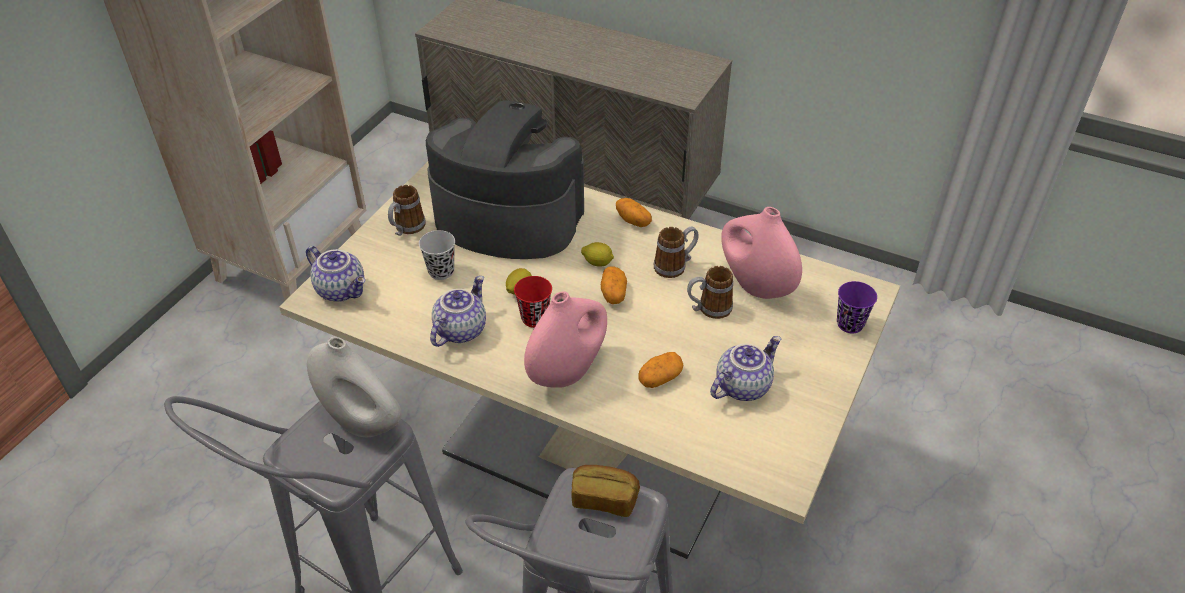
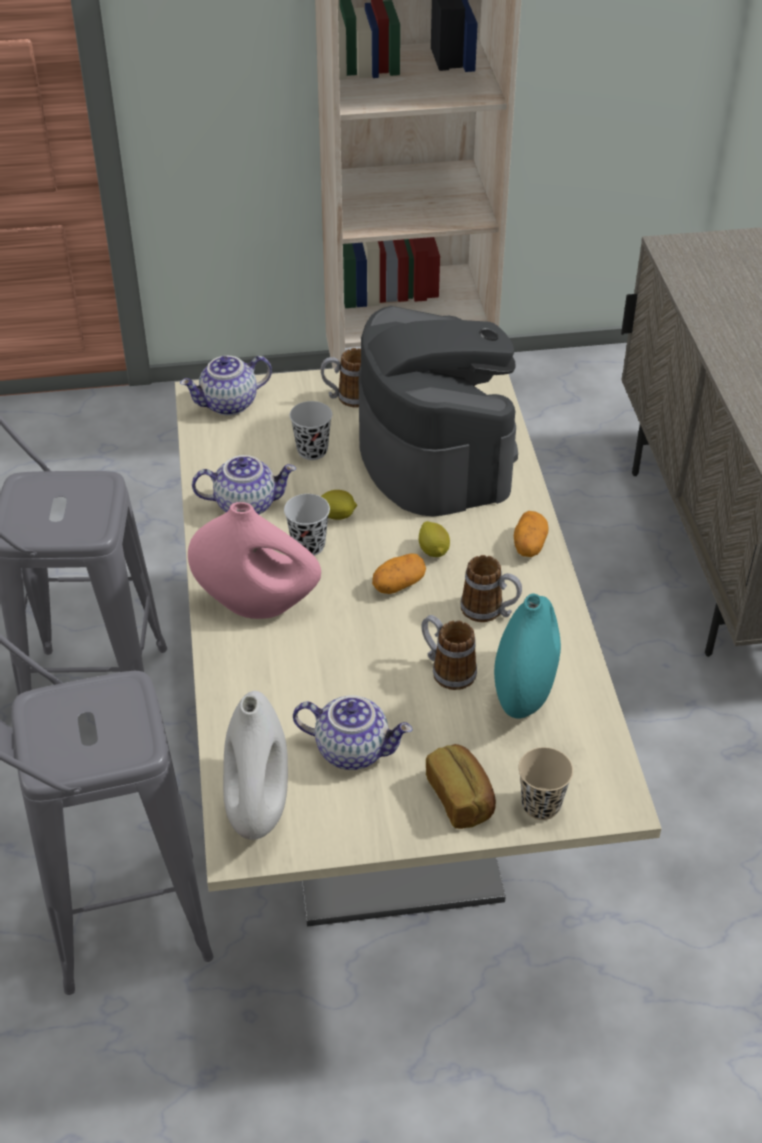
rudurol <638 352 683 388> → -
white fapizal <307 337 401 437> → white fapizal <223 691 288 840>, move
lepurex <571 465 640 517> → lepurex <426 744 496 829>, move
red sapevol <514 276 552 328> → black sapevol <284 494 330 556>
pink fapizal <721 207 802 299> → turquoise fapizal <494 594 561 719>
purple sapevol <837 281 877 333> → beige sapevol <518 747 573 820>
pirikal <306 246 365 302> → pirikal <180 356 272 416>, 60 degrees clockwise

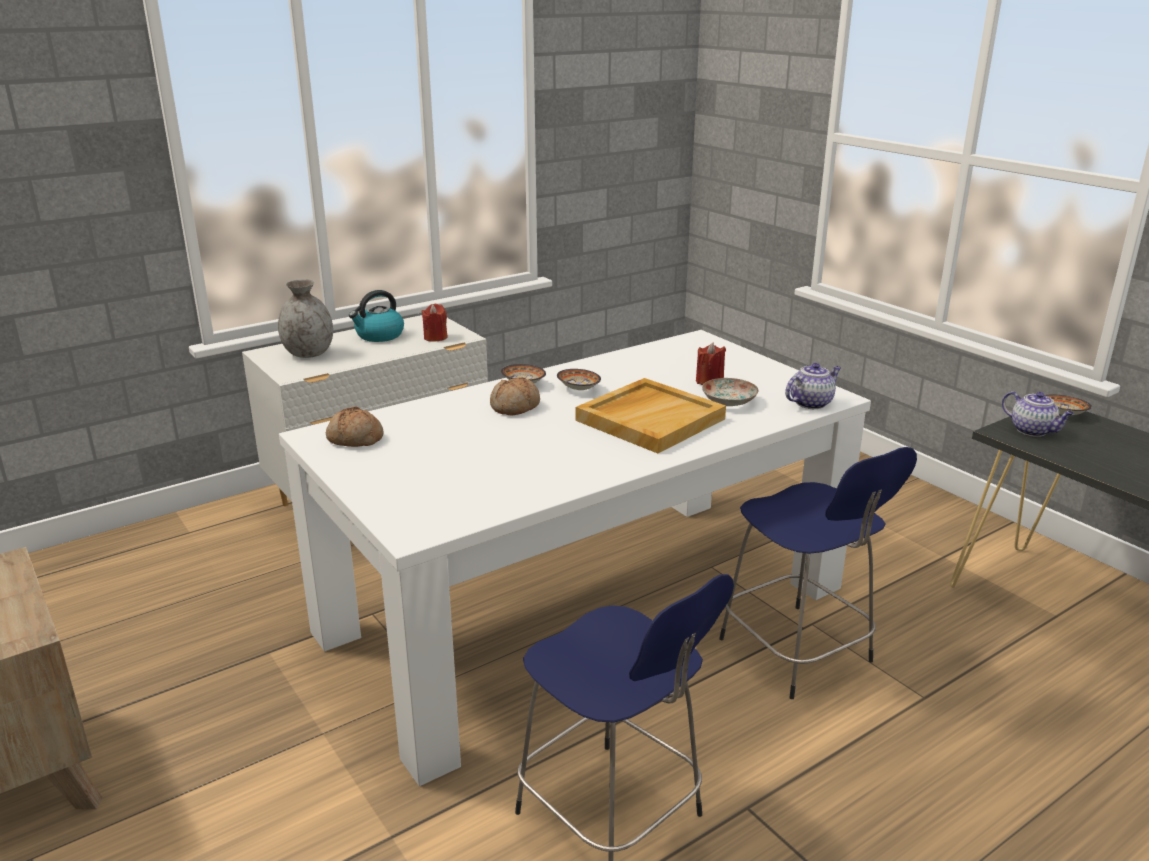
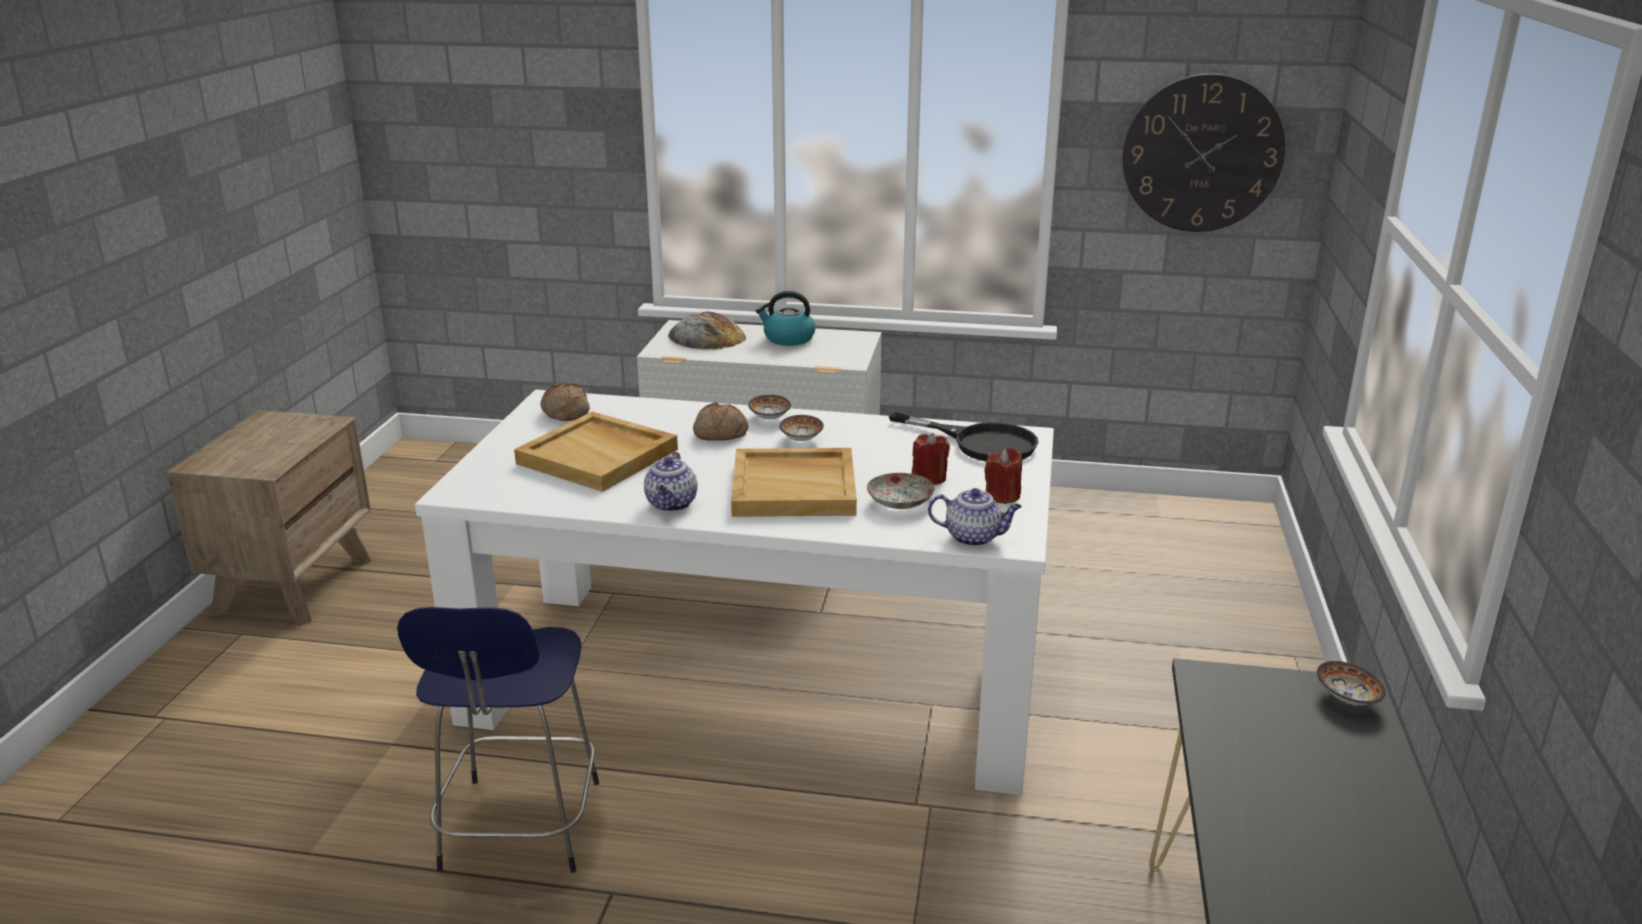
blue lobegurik <719 447 917 699> → -
- → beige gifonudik <514 411 678 492>
- → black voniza <889 412 1038 461>
- → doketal <1123 74 1285 232>
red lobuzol <421 304 448 342> → red lobuzol <984 448 1022 504>, move
pirikal <1002 391 1074 437> → pirikal <644 452 698 512>, move
grey fapizal <278 279 333 358> → lepurex <668 312 746 349>

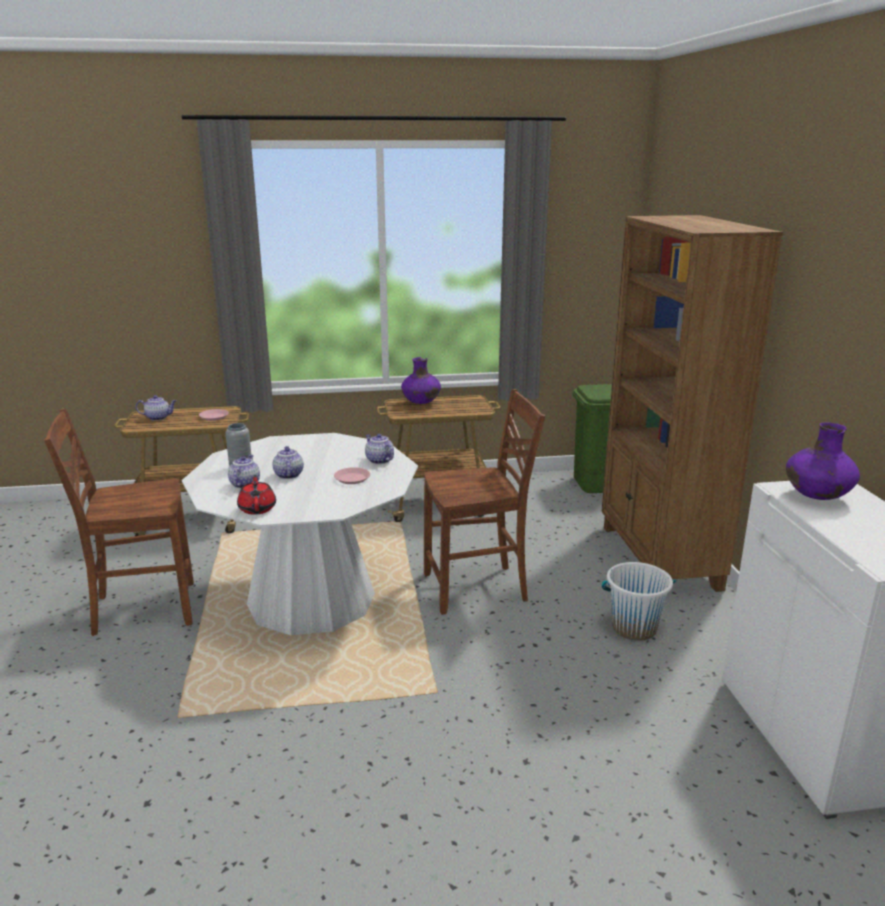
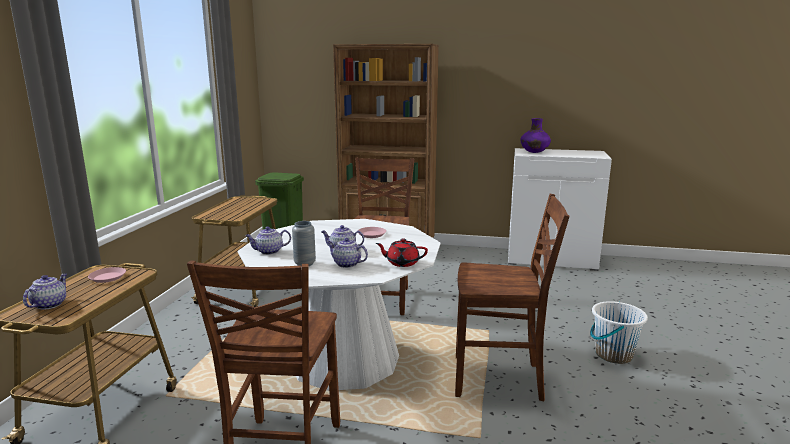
purple fapizal <401 357 441 404> → -
- → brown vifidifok <455 194 570 401>
pirikal <365 434 394 464> → pirikal <245 226 291 255>, move
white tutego <602 562 676 641> → white tutego <590 301 648 364>, move

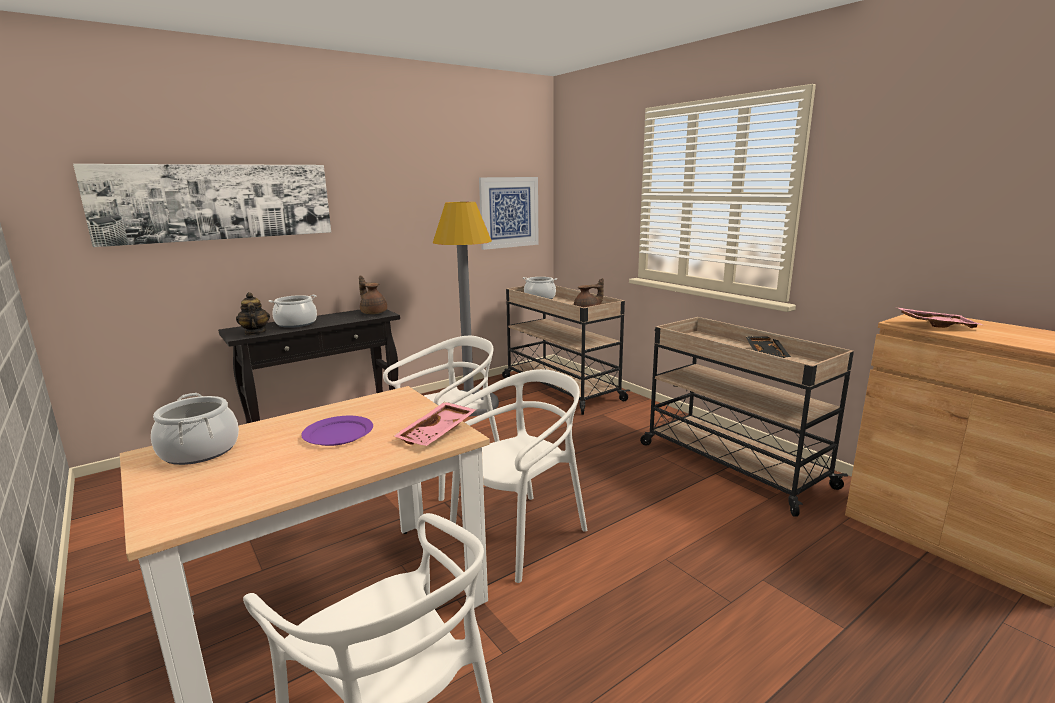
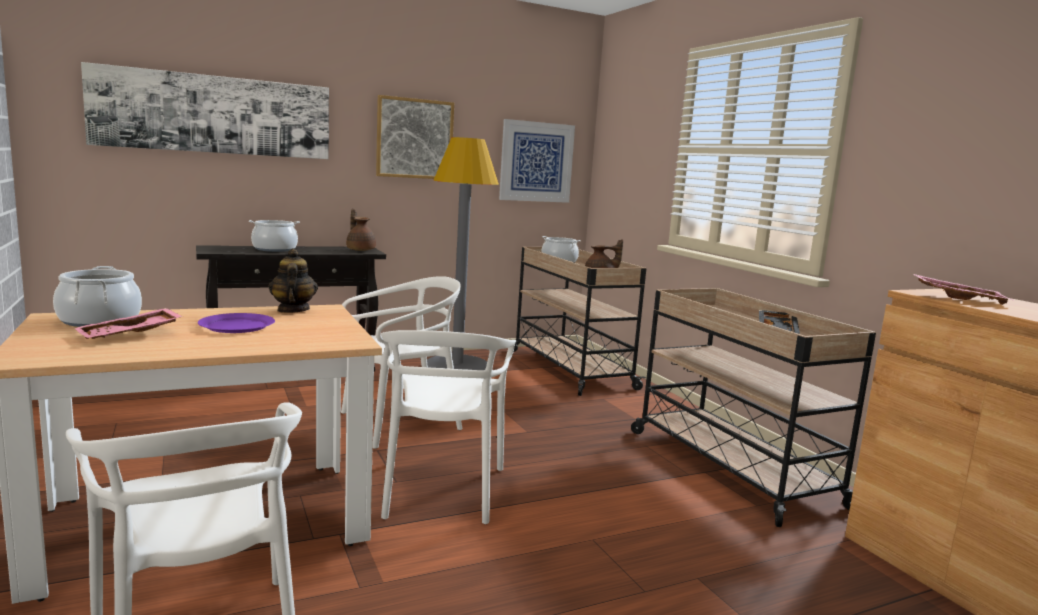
- → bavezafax <376 95 454 179>
pirikal <236 292 270 335> → pirikal <269 248 318 313>, move
pink gifonudik <394 402 476 446> → pink gifonudik <74 308 183 339>, move
white vifidifok <450 369 587 583> → white vifidifok <381 330 516 524>, 120 degrees clockwise

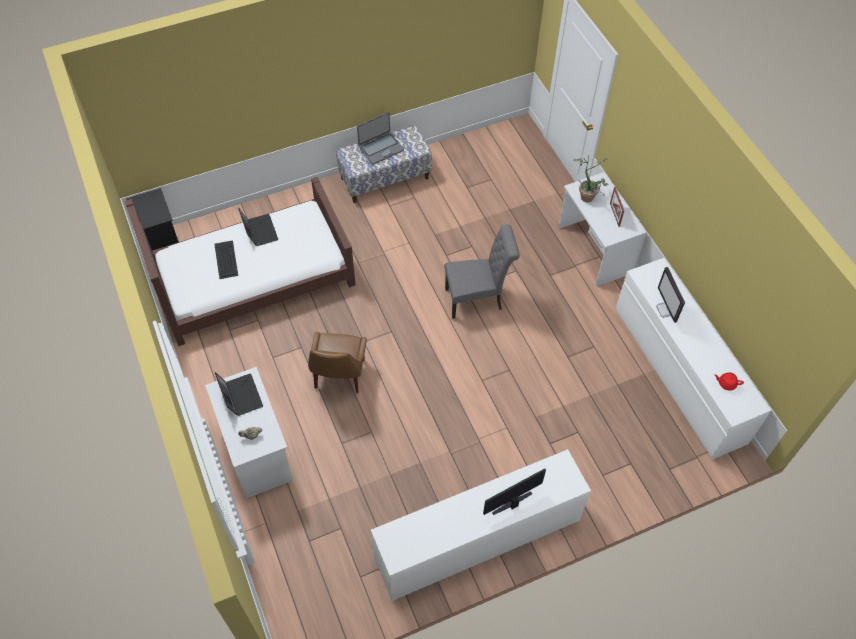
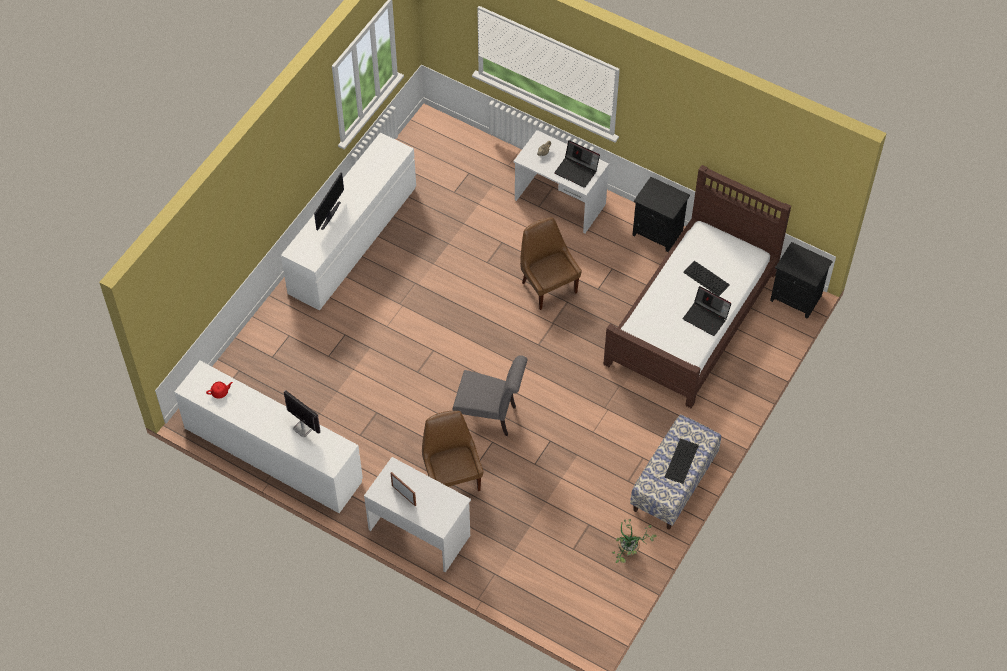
- → brown vifidifok <422 411 483 491>
- → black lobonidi <632 177 690 252>
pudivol <573 155 609 203> → pudivol <612 519 657 563>, move
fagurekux <357 112 404 165> → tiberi <665 439 699 484>
grey vifidifok <444 224 520 319> → grey vifidifok <453 355 527 436>, 120 degrees counterclockwise

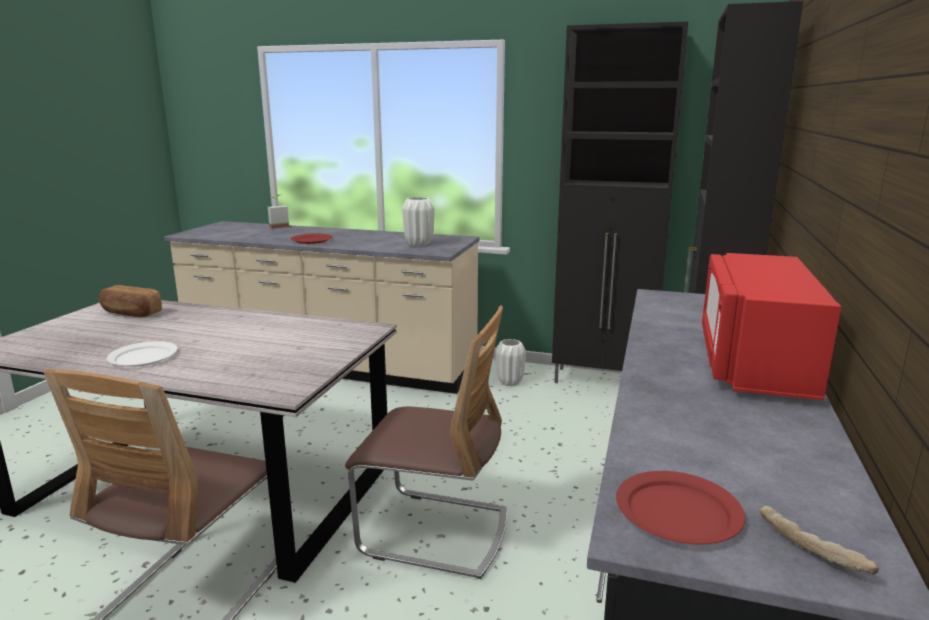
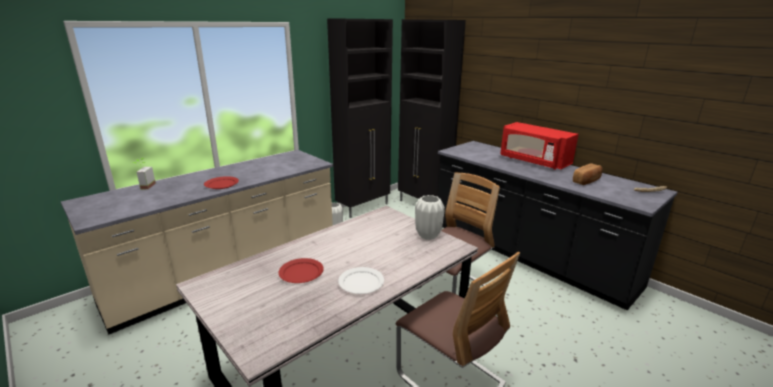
lepurex <99 285 162 317> → lepurex <573 163 603 185>, move
white fapizal <402 197 435 246> → white fapizal <415 195 445 240>, move
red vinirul <616 471 745 545> → red vinirul <278 258 324 283>, move

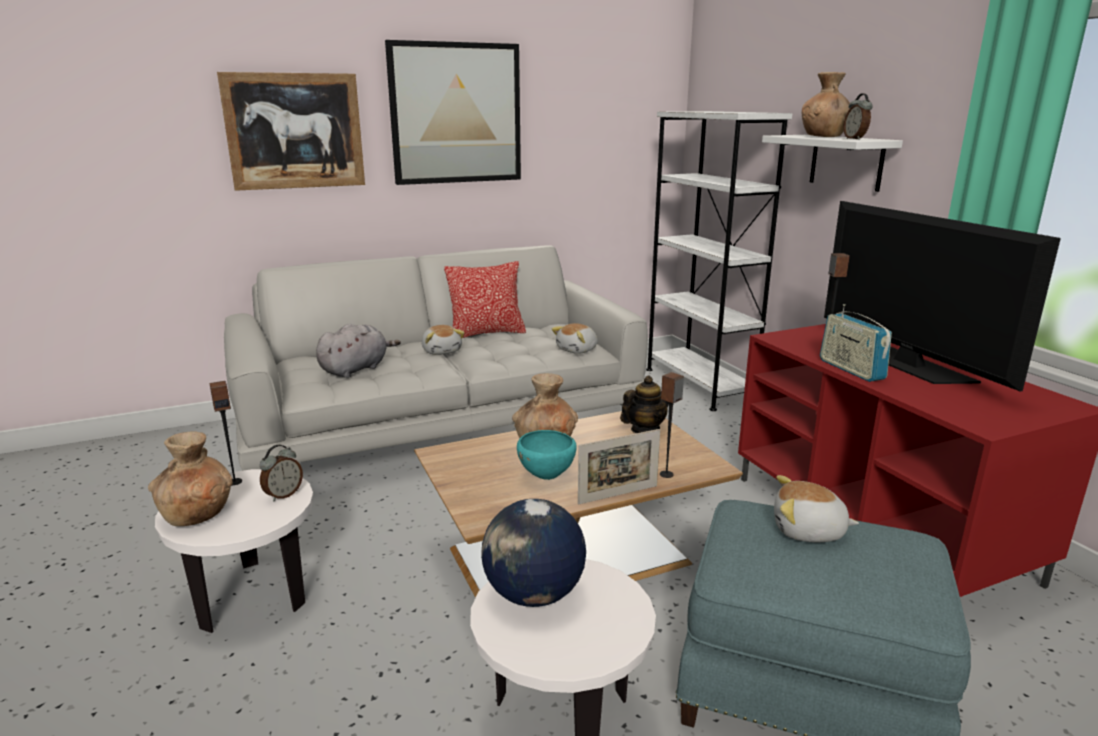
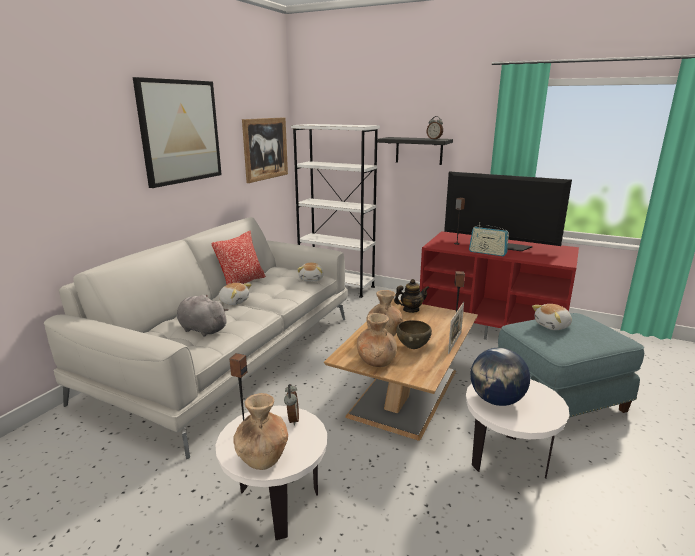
bavezafax <217 72 365 191> → bavezafax <242 117 288 183>, move
brown fapizal <802 72 850 137> → brown fapizal <357 313 397 367>, move
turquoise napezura <517 430 577 480> → brown napezura <396 320 432 349>
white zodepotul <762 135 903 192> → black zodepotul <377 137 453 165>
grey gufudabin <316 324 401 378> → grey gufudabin <177 295 229 337>, 60 degrees counterclockwise
pirikal <620 376 669 433> → pirikal <394 279 429 313>, 60 degrees clockwise

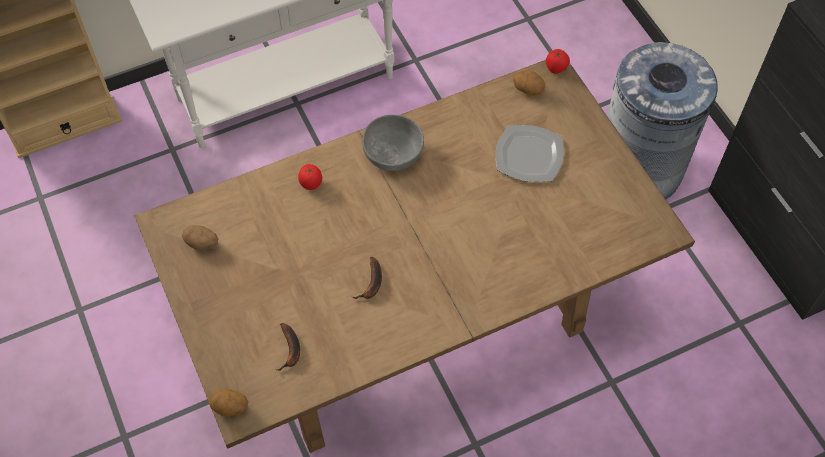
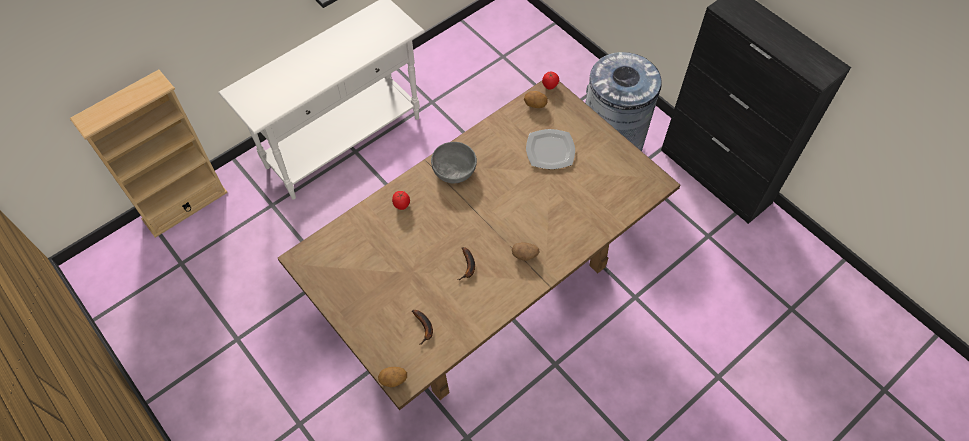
rudurol <182 225 218 251> → rudurol <512 242 540 261>, move

